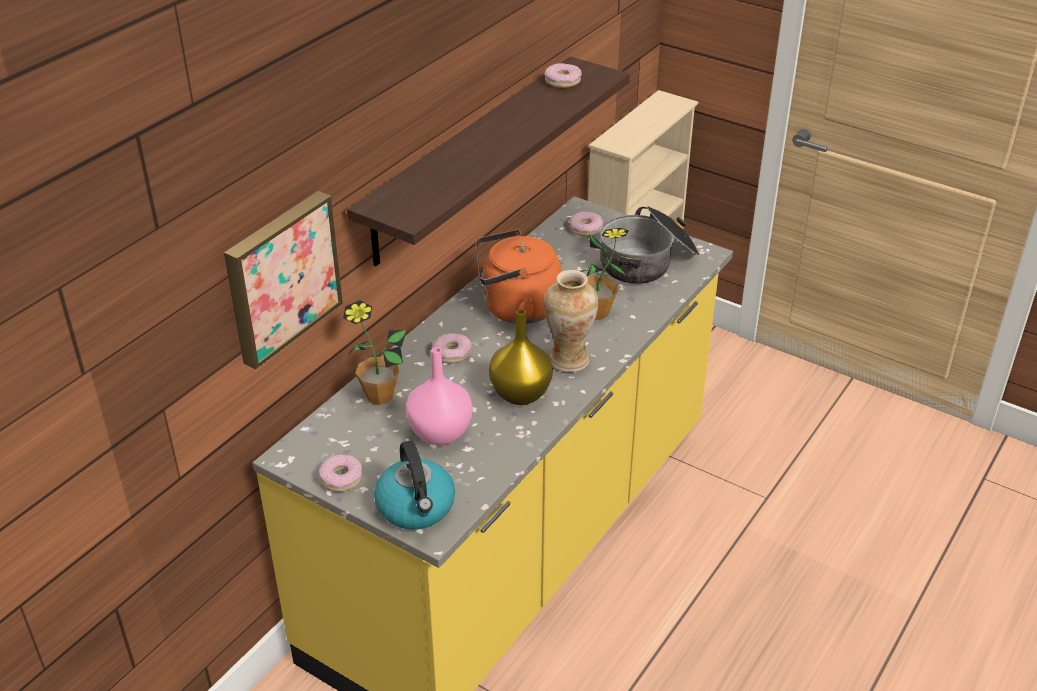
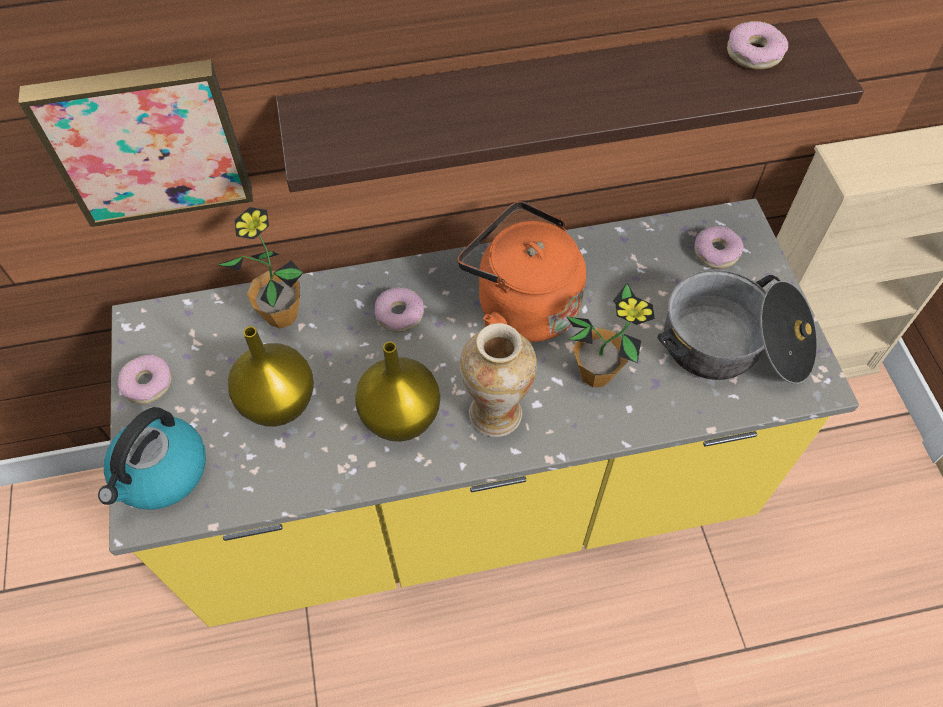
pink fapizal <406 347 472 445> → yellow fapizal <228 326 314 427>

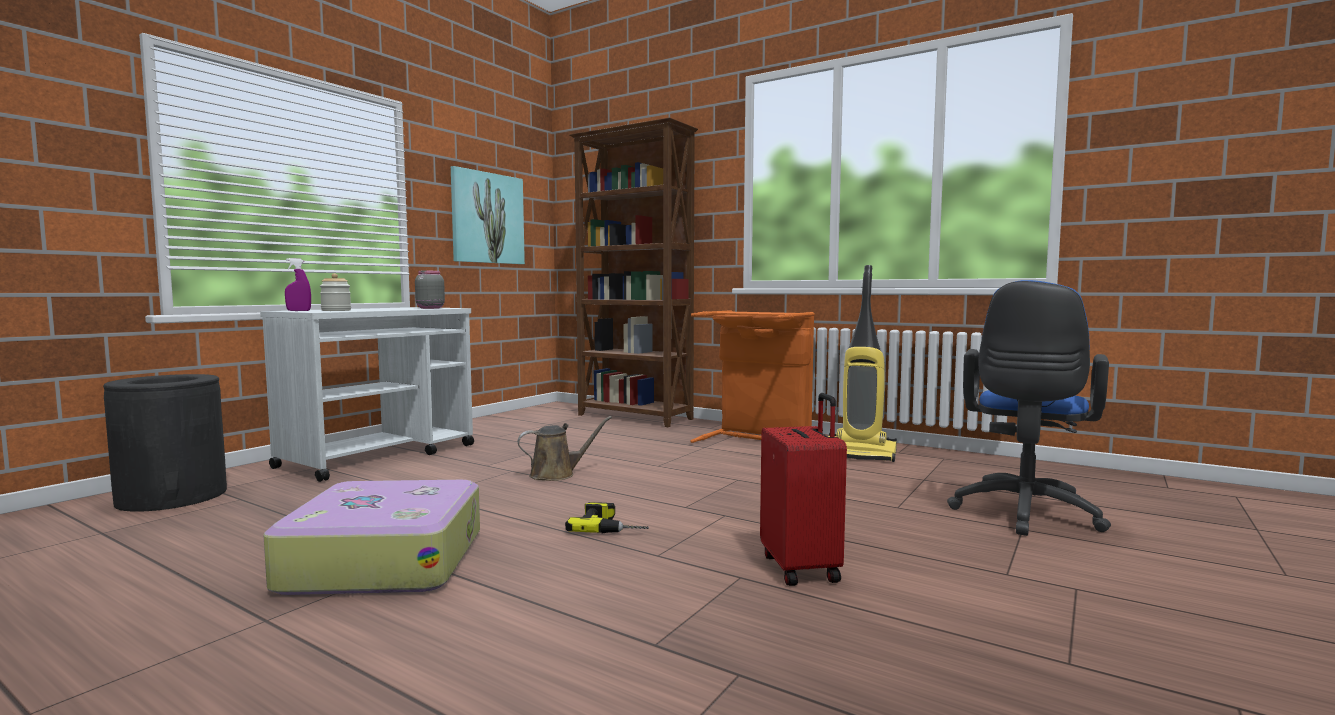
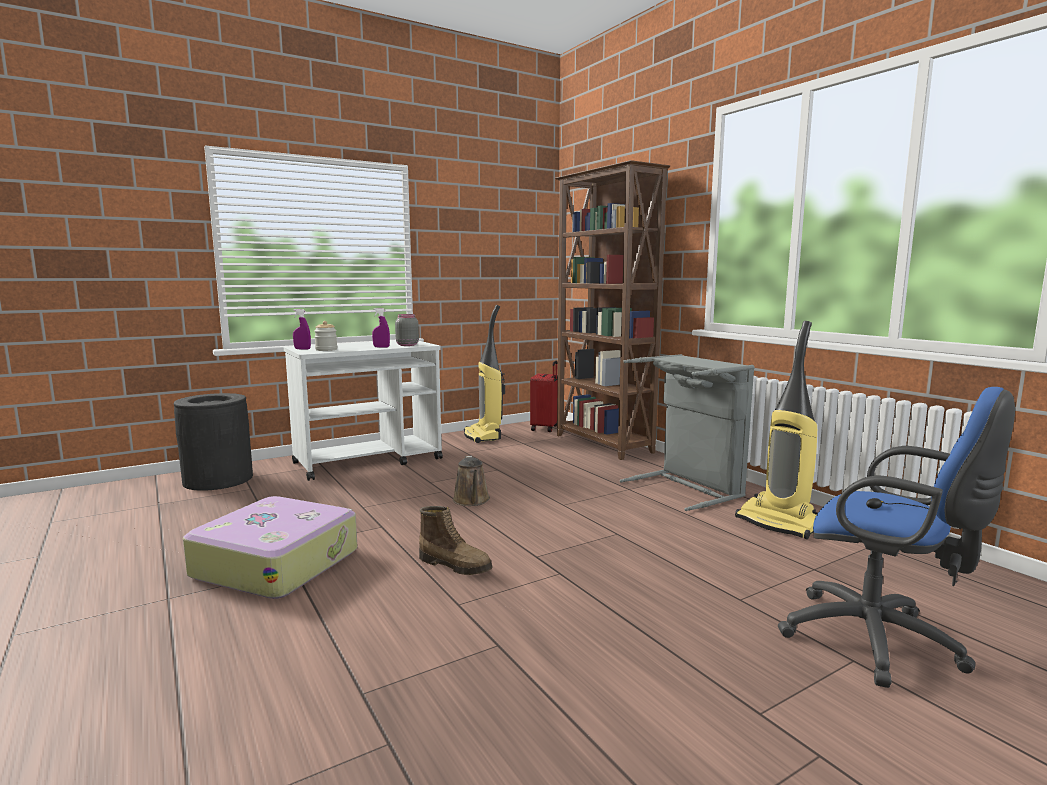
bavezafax <451 166 525 264> → -
- → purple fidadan <372 308 390 348>
- → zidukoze <464 305 505 443>
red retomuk <760 393 847 586> → red retomuk <530 361 558 432>, move
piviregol <565 502 649 533> → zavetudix <419 506 493 575>
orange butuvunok <690 310 815 443> → grey butuvunok <620 354 755 511>
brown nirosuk <518 416 612 481> → brown nirosuk <453 456 490 506>, 75 degrees clockwise
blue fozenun <947 280 1111 536> → blue fozenun <778 387 1015 688>, 105 degrees counterclockwise

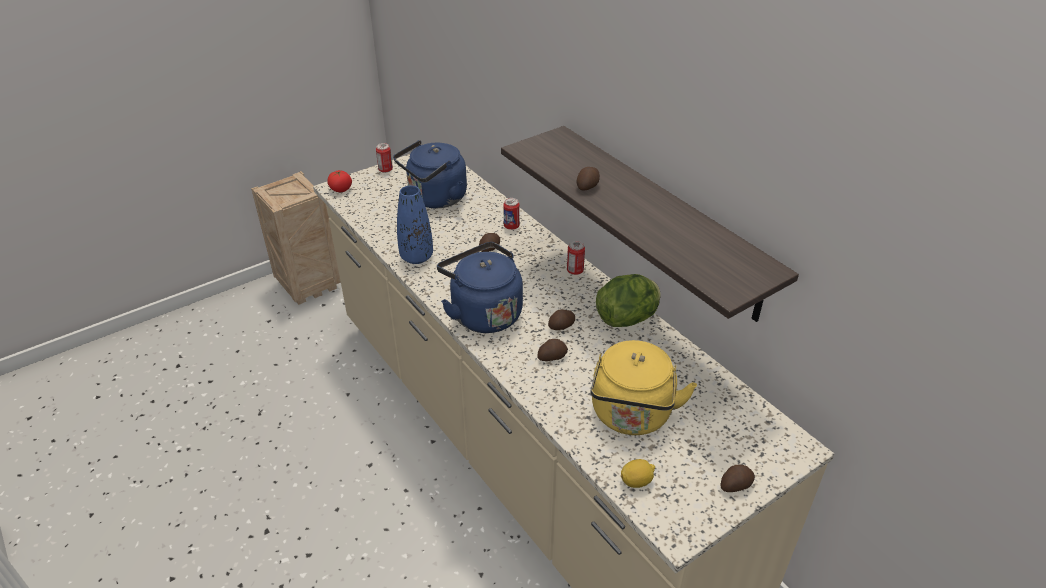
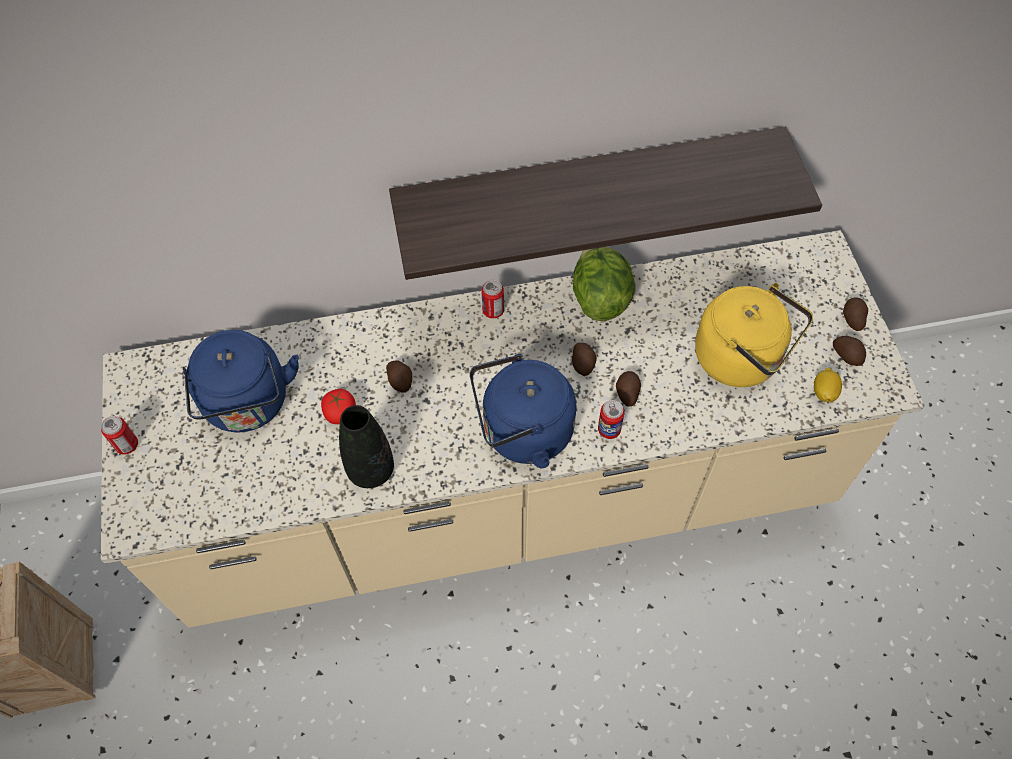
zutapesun <327 170 352 192> → zutapesun <321 389 356 424>, move
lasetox <503 198 520 230> → lasetox <598 400 625 439>, move
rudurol <577 167 600 191> → rudurol <833 336 866 366>, move
blue fapizal <397 185 433 264> → black fapizal <339 405 394 488>

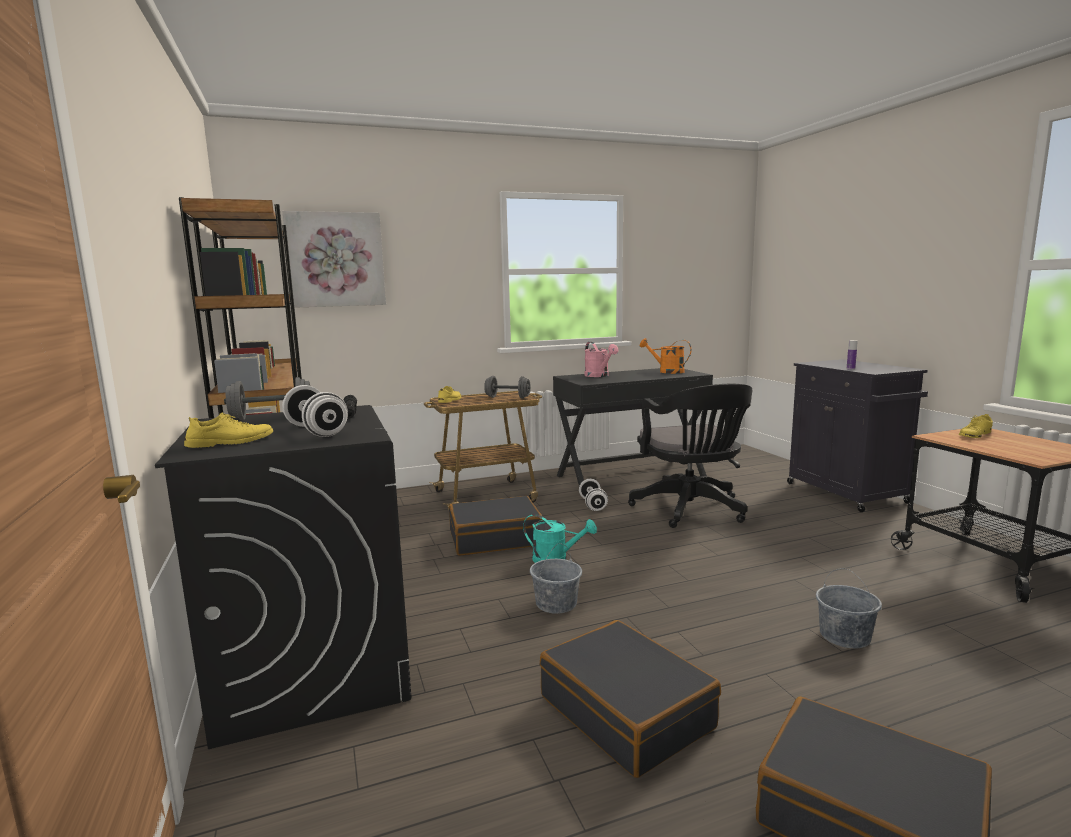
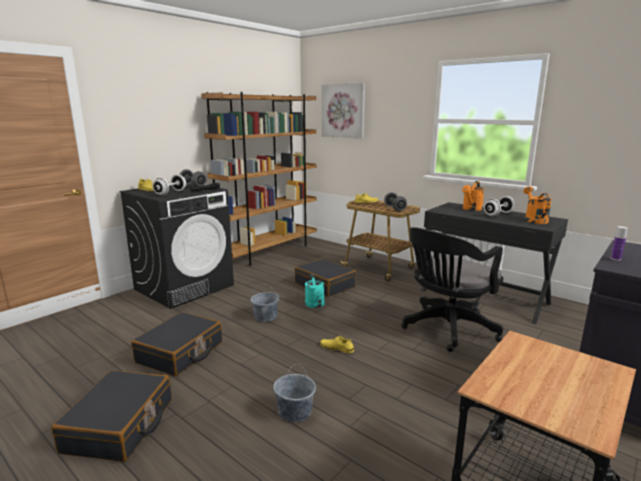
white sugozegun <579 479 608 511> → white sugozegun <484 196 515 216>, move
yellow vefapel <959 414 993 438> → yellow vefapel <320 336 354 353>, move
pink nirosuk <585 342 618 377> → orange nirosuk <462 181 484 211>

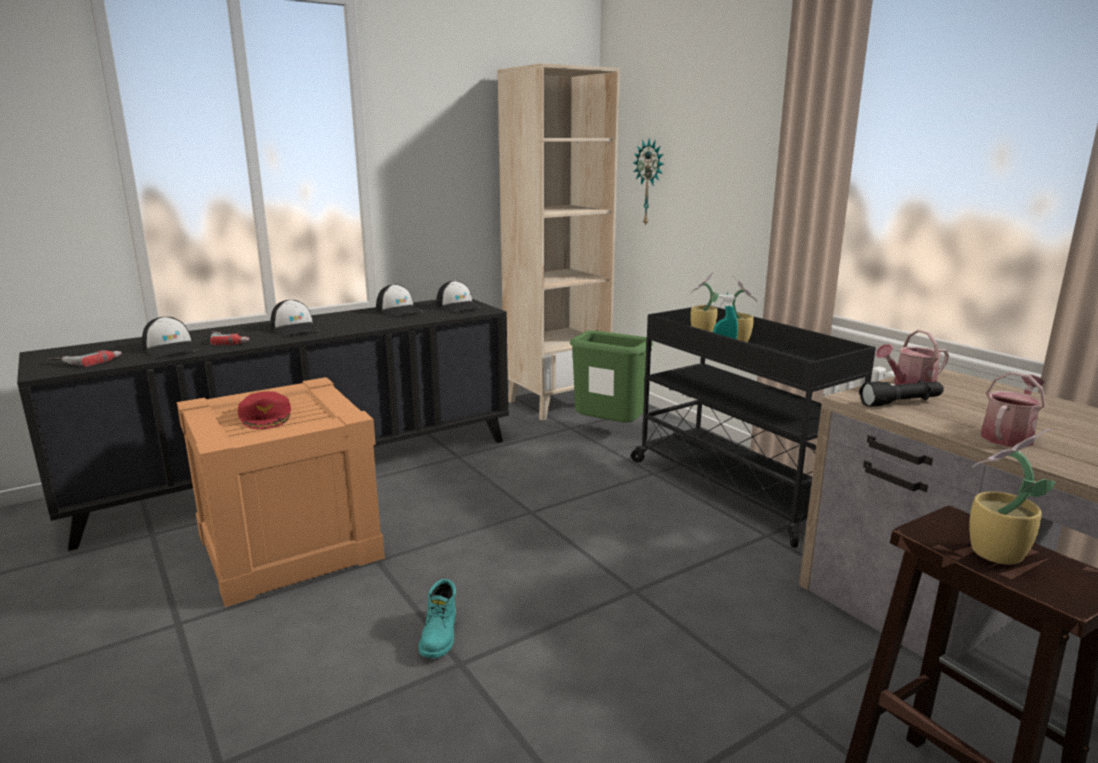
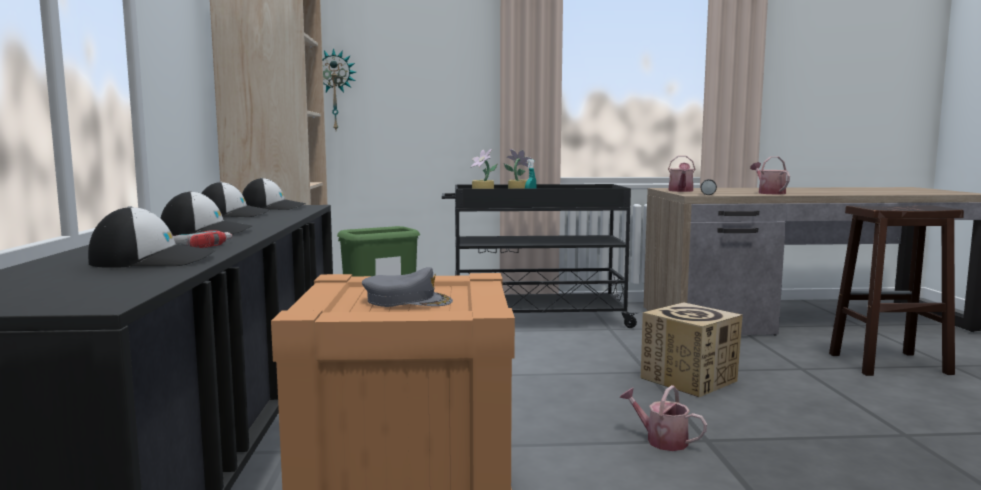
piviregol <47 350 122 367> → -
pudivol <969 429 1055 565> → -
- → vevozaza <641 302 743 397>
turquoise zavetudix <418 579 456 658> → nirosuk <619 385 707 451>
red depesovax <238 391 291 429> → grey depesovax <362 267 453 307>

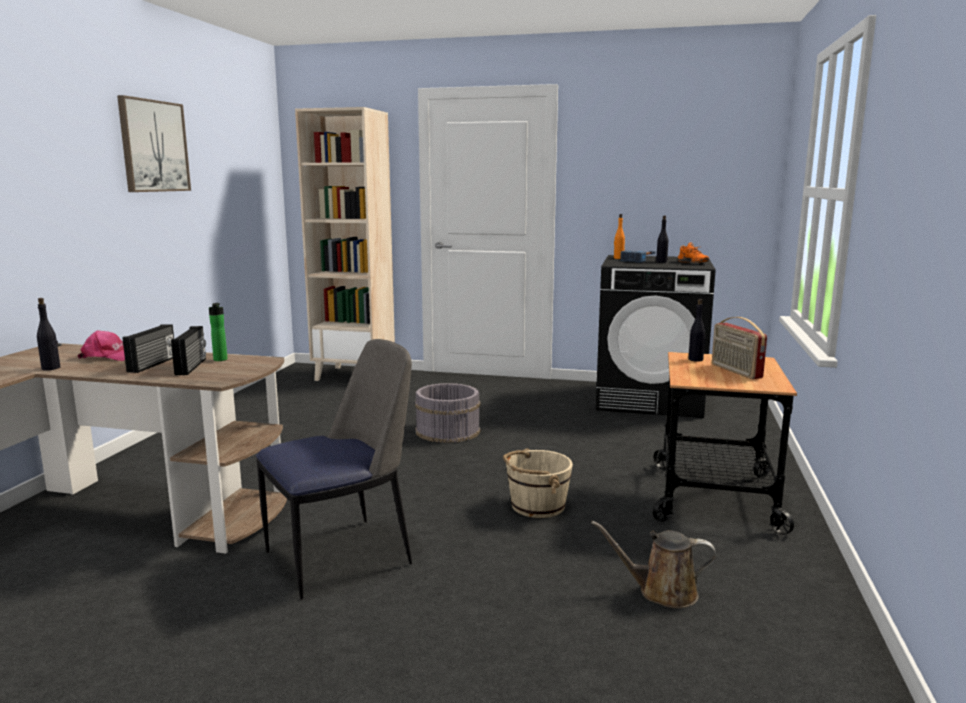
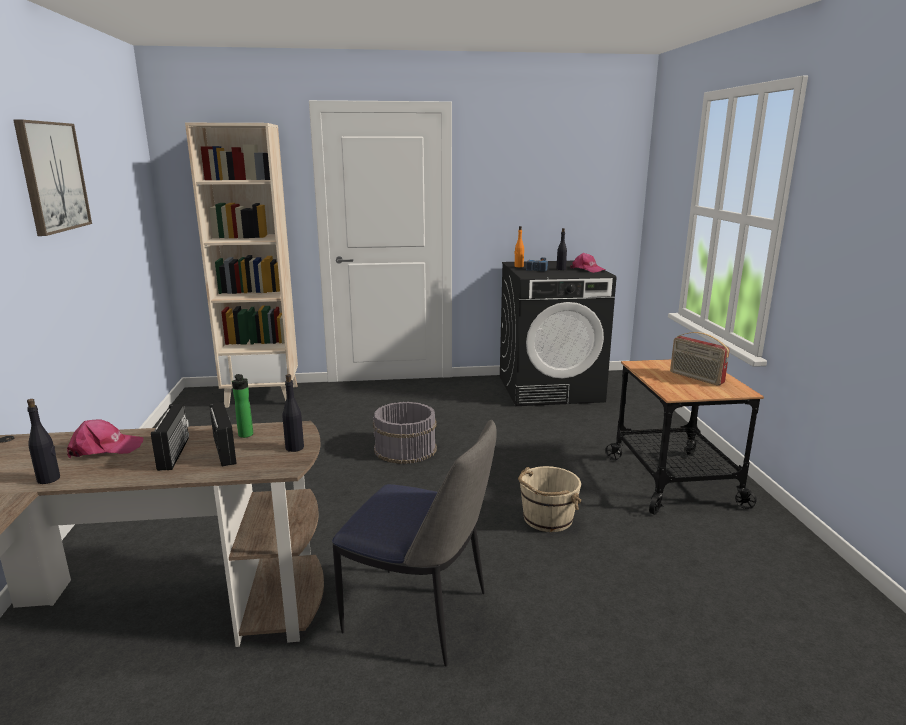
brown nirosuk <591 521 716 608> → -
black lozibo <688 299 705 362> → black lozibo <282 374 304 452>, move
orange vefapel <678 242 709 263> → pink depesovax <570 253 605 273>
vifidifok <256 339 412 600> → vifidifok <332 419 497 667>, 75 degrees clockwise

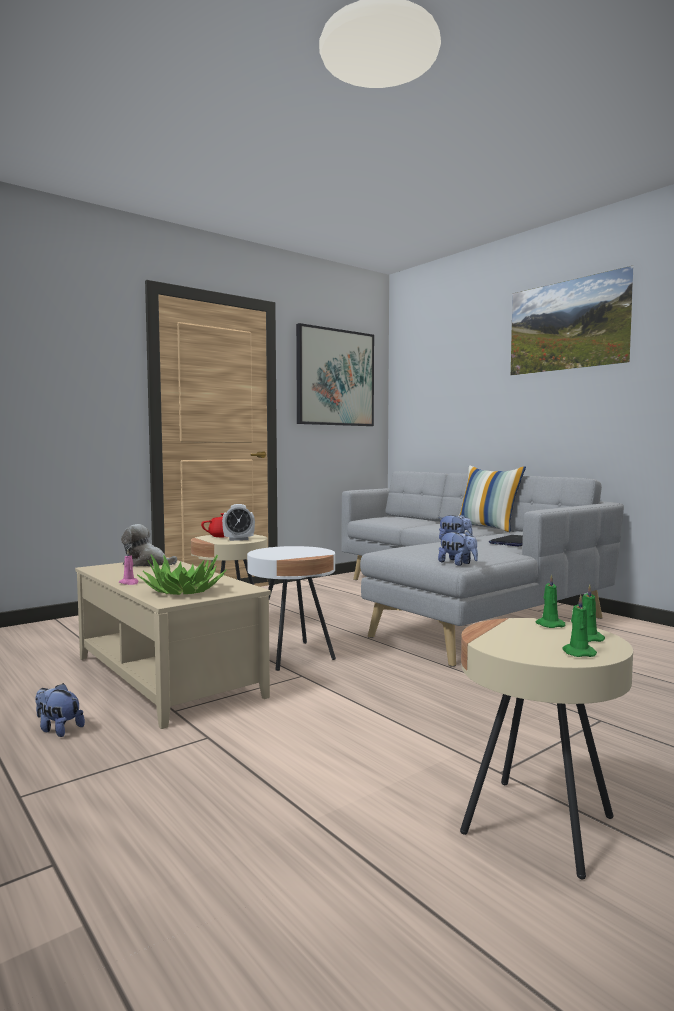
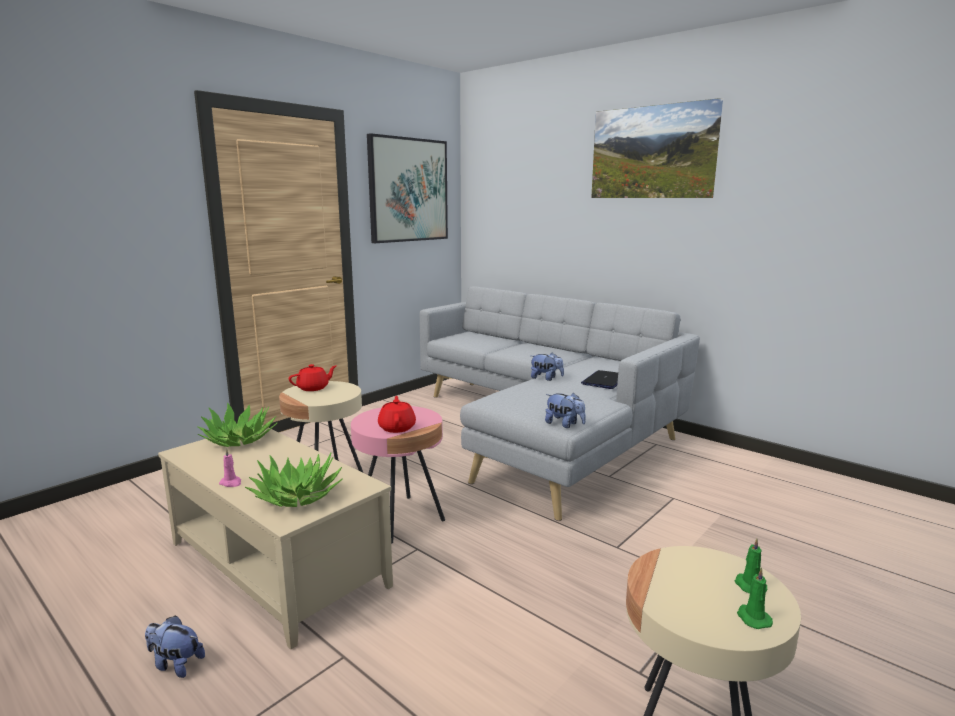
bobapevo <222 504 255 541> → -
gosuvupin <459 465 526 532> → -
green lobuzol <536 574 565 628> → -
- → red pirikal <378 396 416 433>
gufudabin <121 524 177 567> → pudivol <197 402 277 447>
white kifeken <247 546 336 671> → pink kifeken <351 406 445 544>

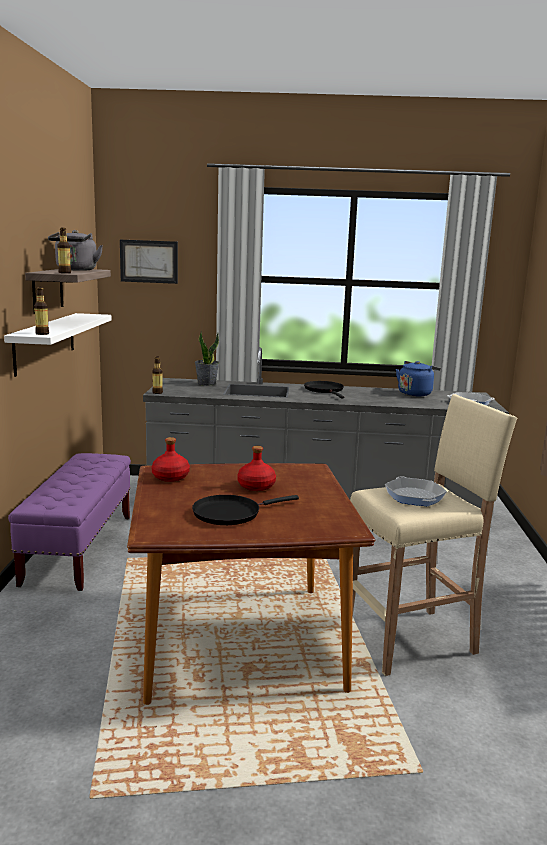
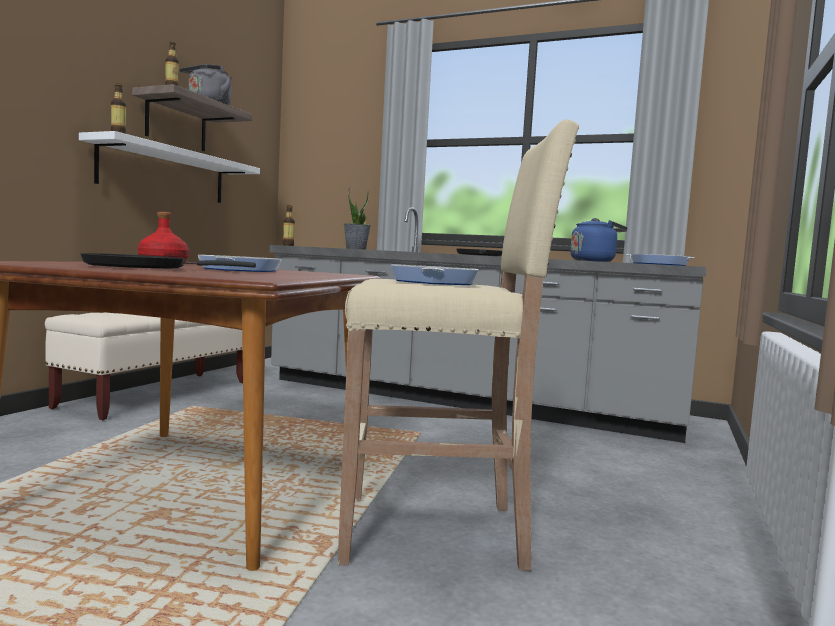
bavezafax <120 240 178 284> → -
red lozibo <237 446 276 491> → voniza <198 255 282 272>
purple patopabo <8 453 131 591> → beige patopabo <45 313 243 421>

